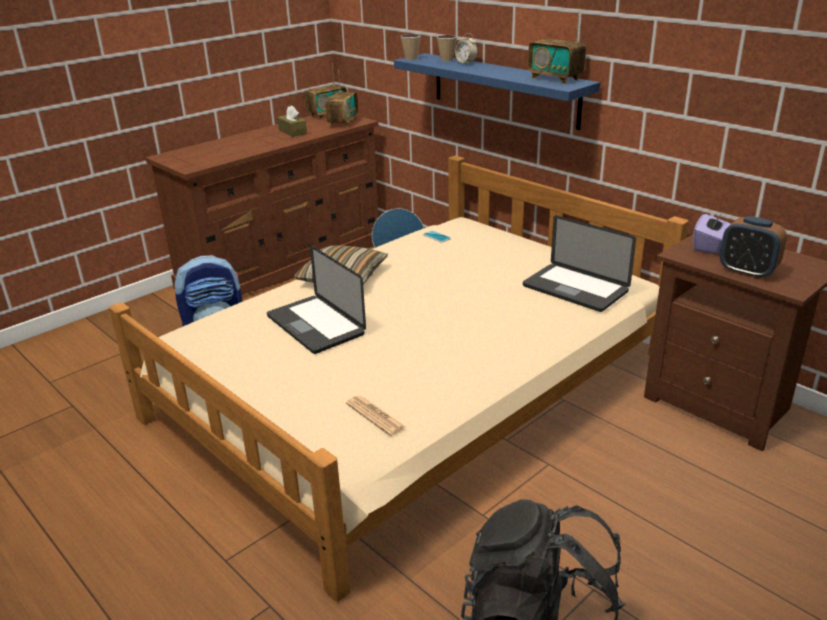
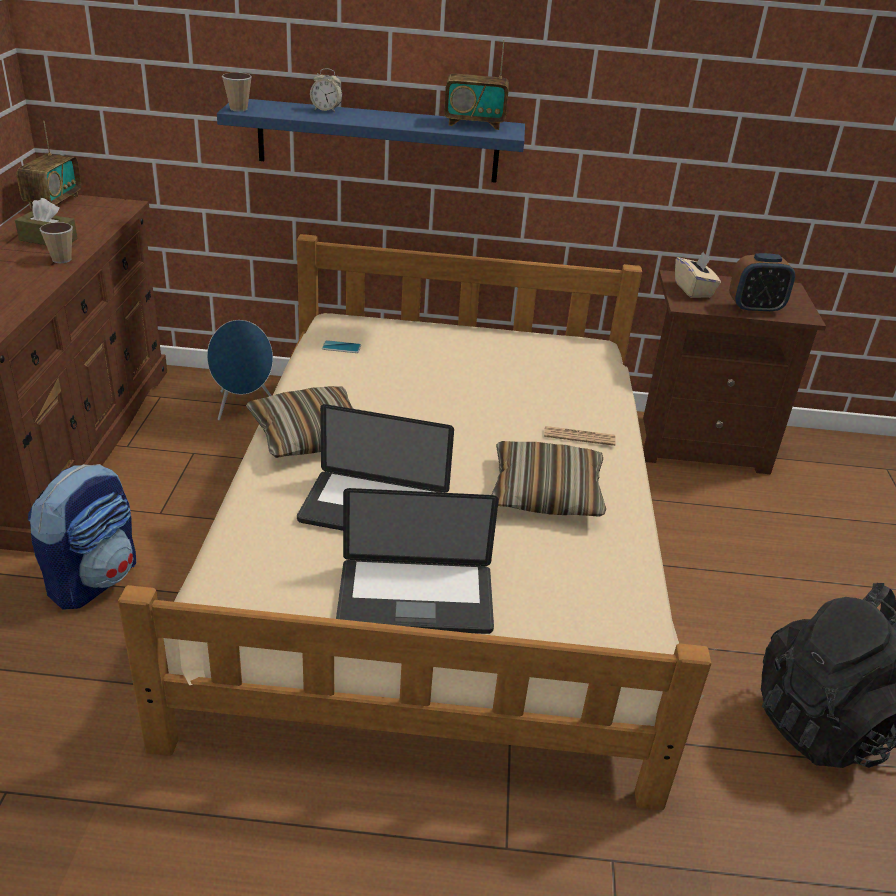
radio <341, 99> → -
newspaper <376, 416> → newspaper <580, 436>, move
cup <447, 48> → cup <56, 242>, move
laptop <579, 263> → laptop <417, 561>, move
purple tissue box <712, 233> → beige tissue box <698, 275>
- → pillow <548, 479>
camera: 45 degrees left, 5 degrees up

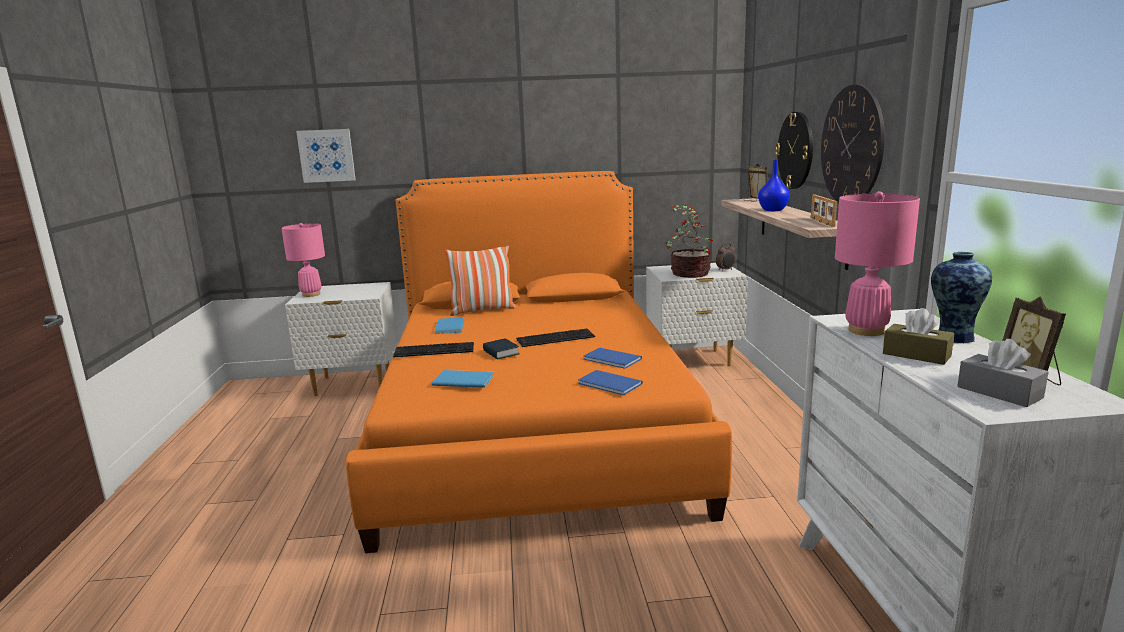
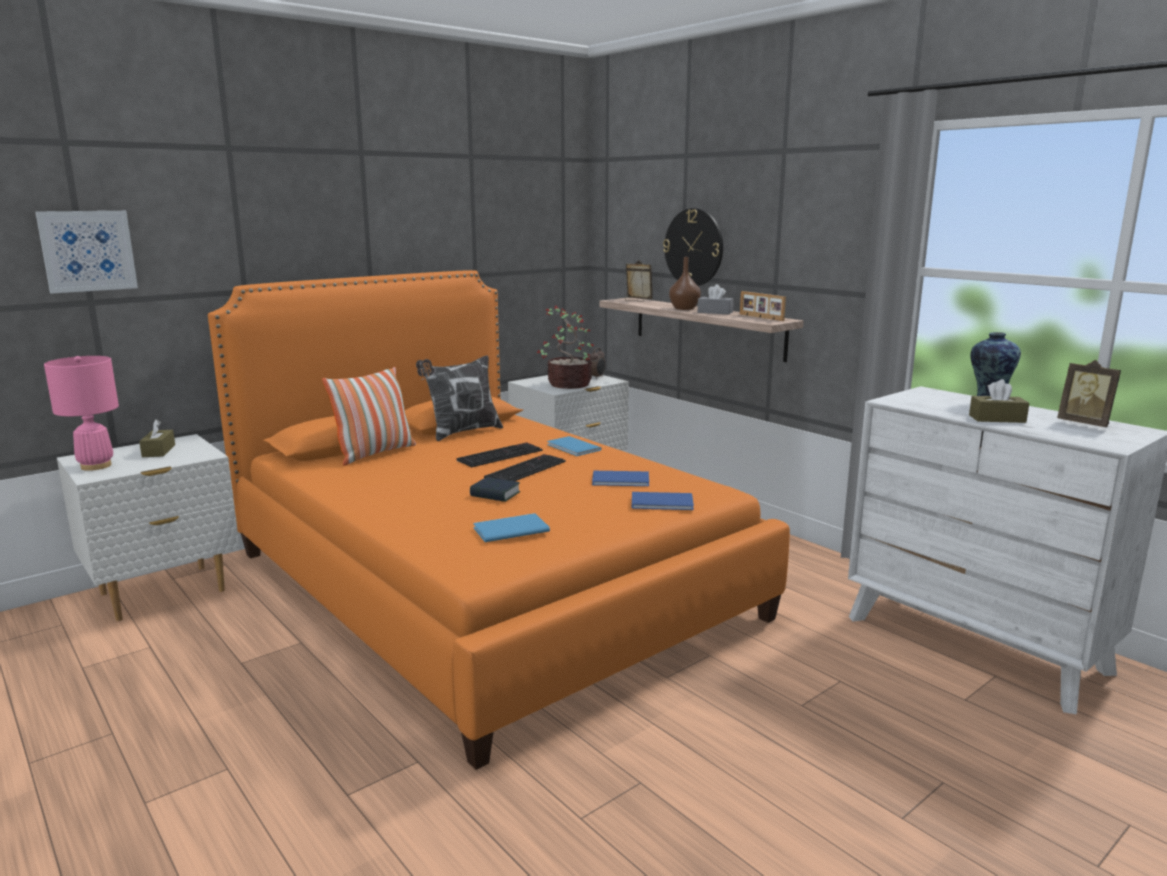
keyboard <433, 350> → keyboard <499, 454>, move
blue book <449, 325> → blue book <574, 446>, move
blue vase <774, 185> → brown vase <685, 283>
wall clock <853, 143> → -
pink table lamp <877, 263> → -
grey tissue box <1003, 373> → grey tissue box <716, 299>, move
- → brown tissue box <157, 438>
- → pillow <459, 398>
camera: 35 degrees left, 0 degrees up

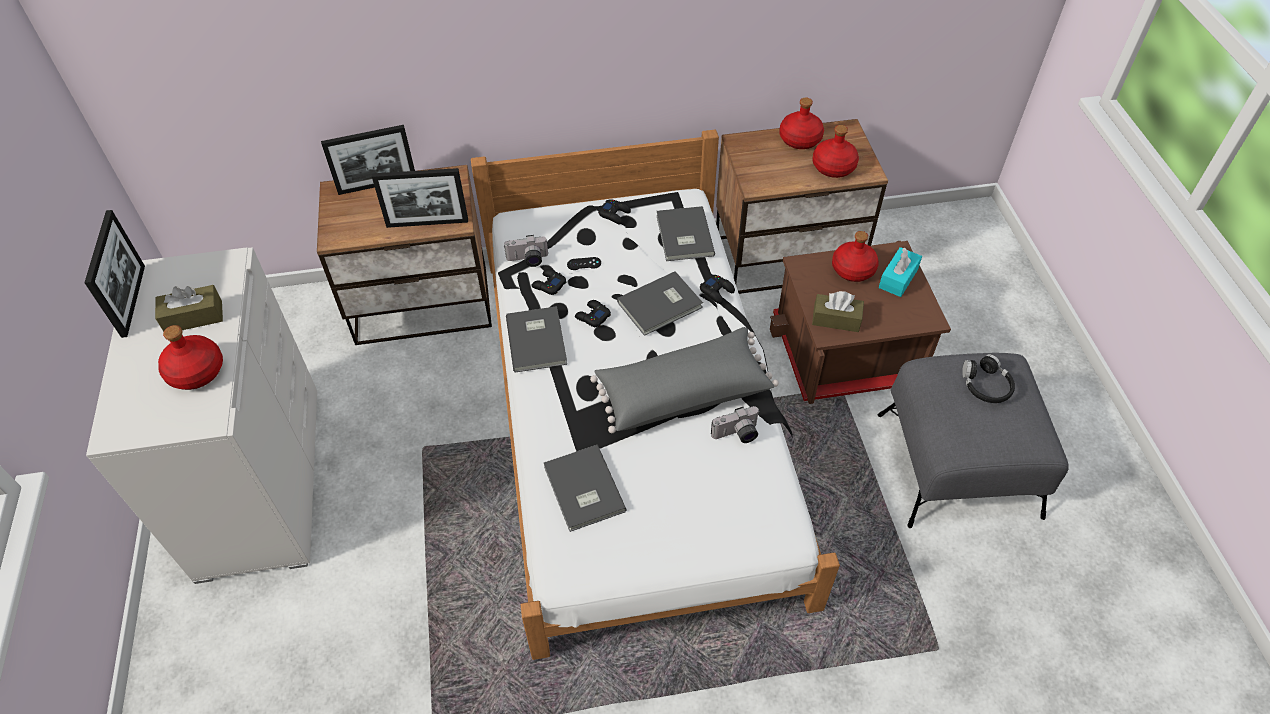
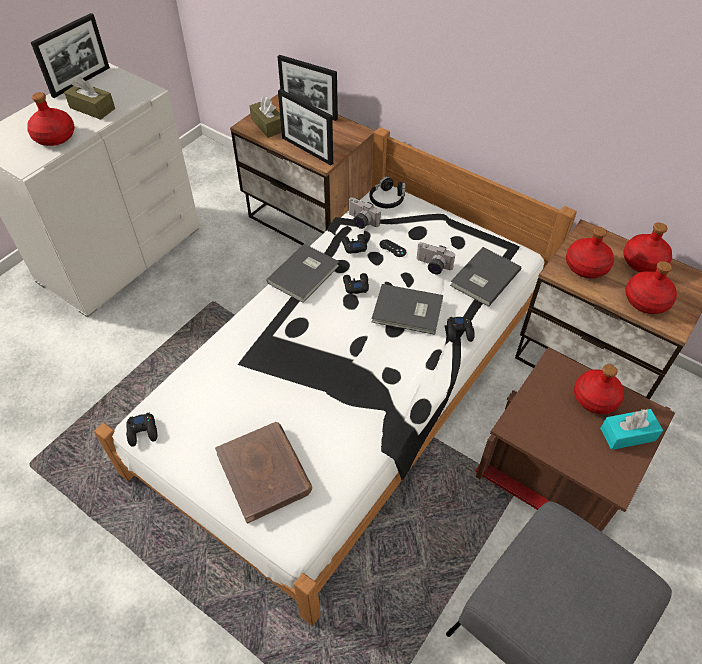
grey book <585, 488> → -
grey pillow <684, 380> → -
black game controller <614, 212> → black game controller <141, 430>, move
photo camera <735, 424> → photo camera <436, 258>, move
brown tissue box <838, 311> → brown tissue box <266, 117>, move
black headphones <988, 378> → black headphones <387, 192>, move
- → brown book <263, 473>
- → red bottle <590, 252>
camera: 45 degrees right, 0 degrees up

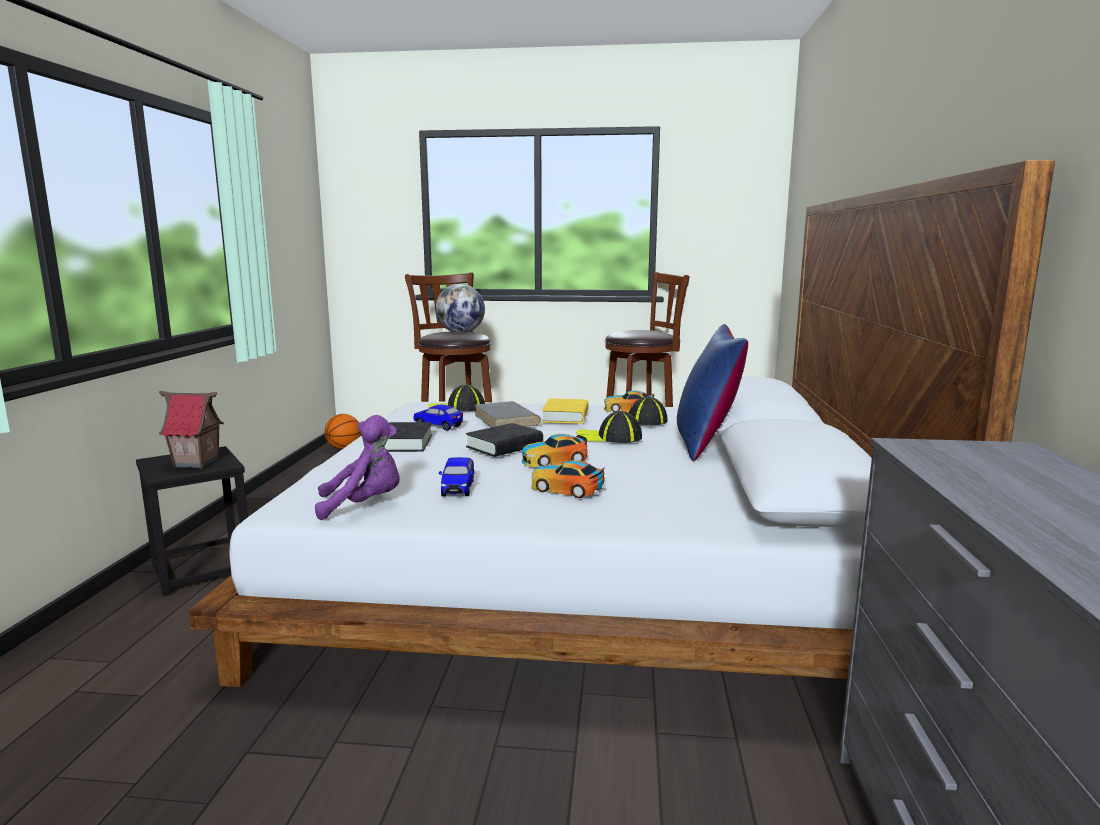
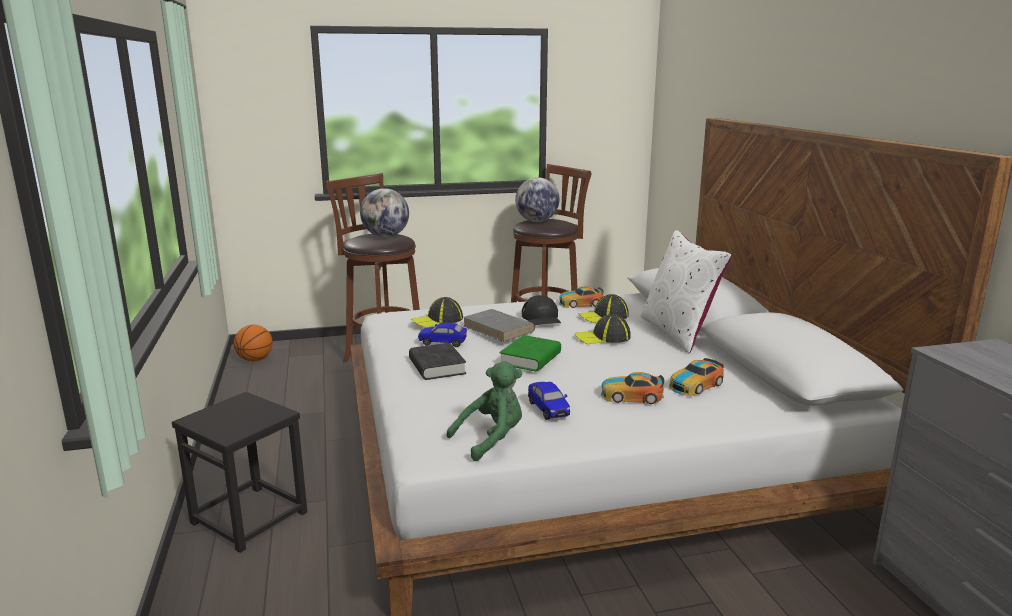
toy house <191, 429> → -
purple plush toy <357, 467> → green plush toy <484, 411>
black book <504, 440> → green book <530, 353>
toy car <555, 450> → toy car <696, 377>, move
yellow book <565, 411> → black cap <541, 310>
blue pillow <712, 392> → white pillow <686, 291>
- → globe <537, 199>
camera: 20 degrees left, 5 degrees up

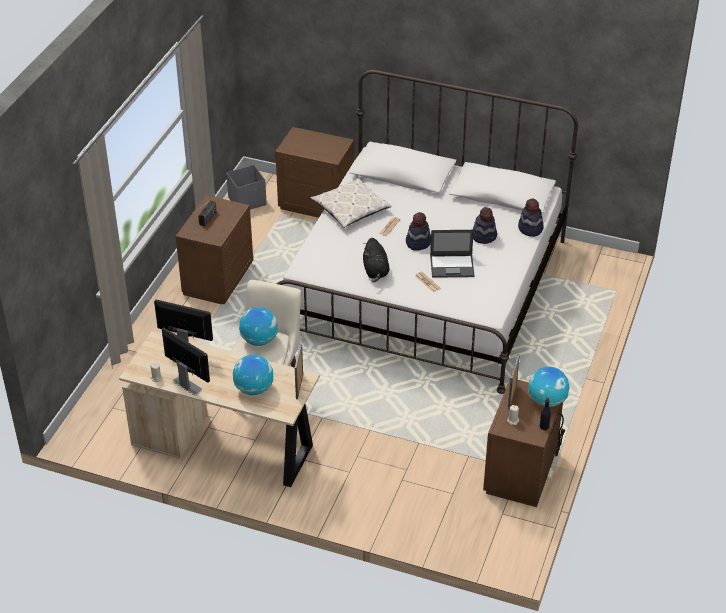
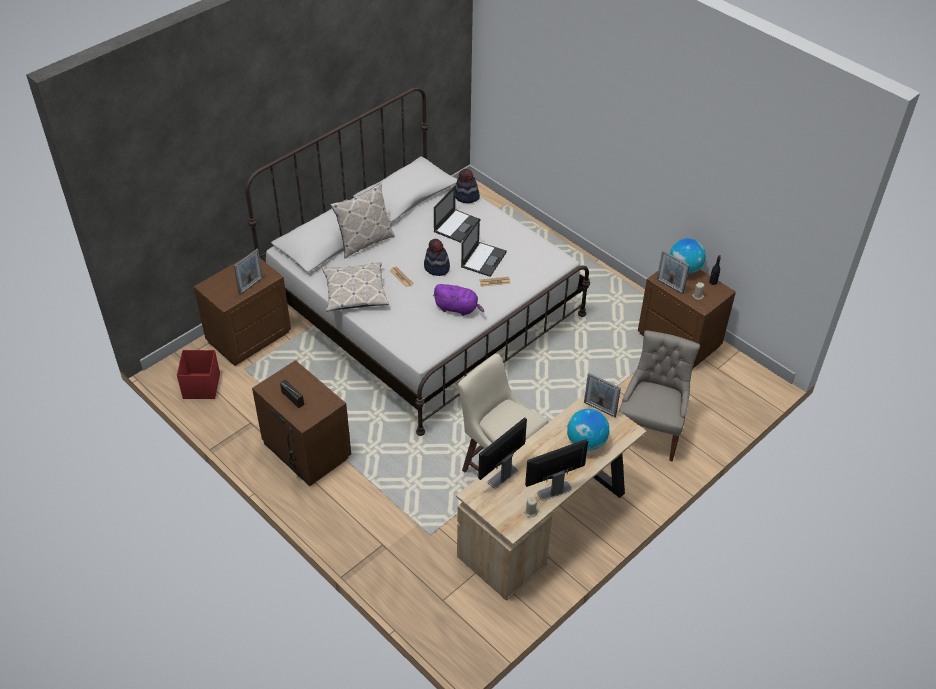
grey storage box <246, 187> → red storage box <198, 374>
globe <258, 326> → -
black plush toy <376, 260> → purple plush toy <458, 300>
hat <485, 225> → laptop <457, 214>
- → picture frame <248, 272>
- → pillow <362, 221>
- → grey chair <659, 396>
camera: 65 degrees left, 5 degrees up

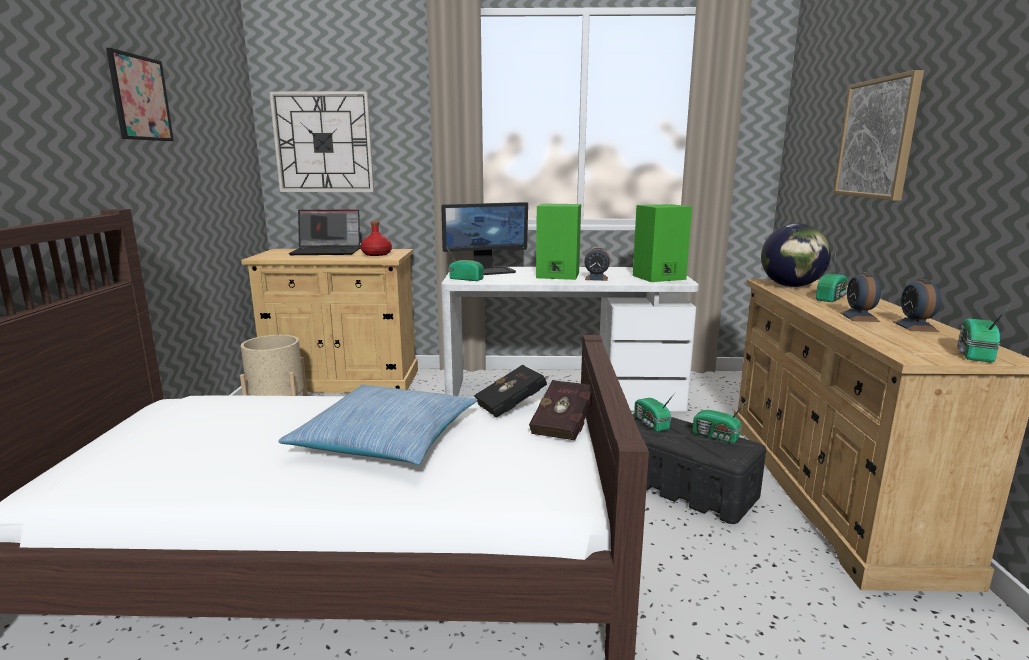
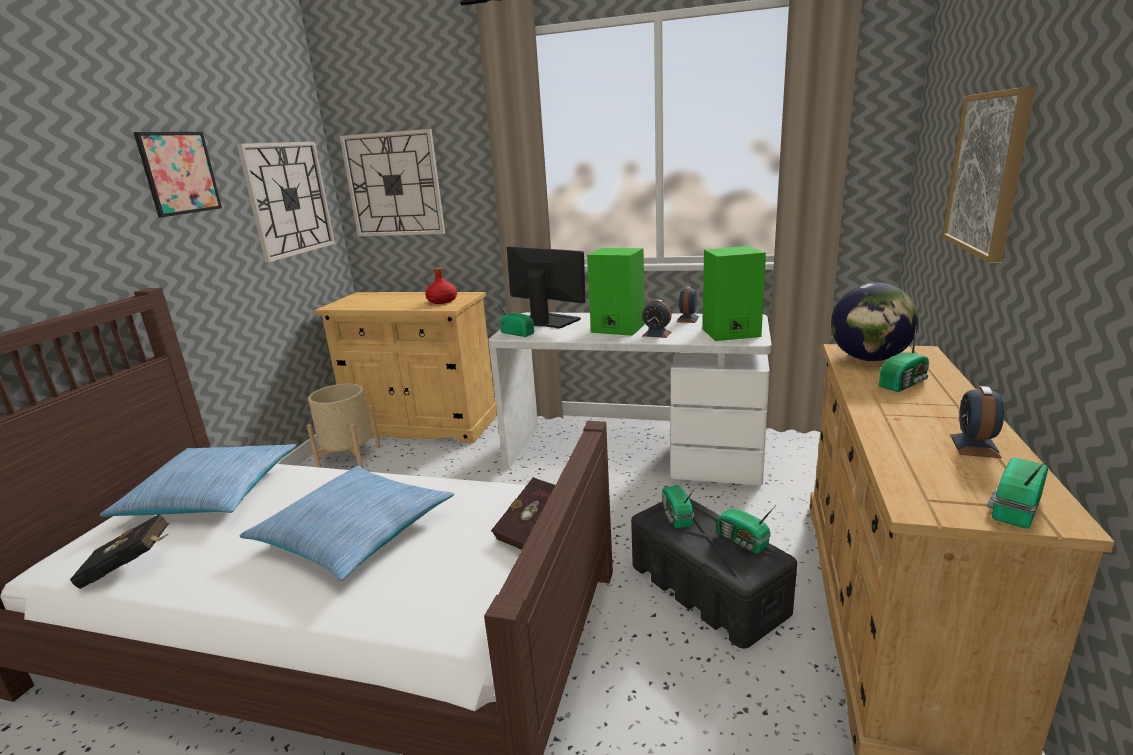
laptop <324, 232> → -
monitor <484, 238> → monitor <546, 287>, 135 degrees counterclockwise
black book <512, 391> → black book <119, 551>, move
alarm clock <860, 297> → alarm clock <688, 304>, move
- → pillow <198, 480>
- → wall clock <286, 201>
camera: 15 degrees right, 5 degrees up

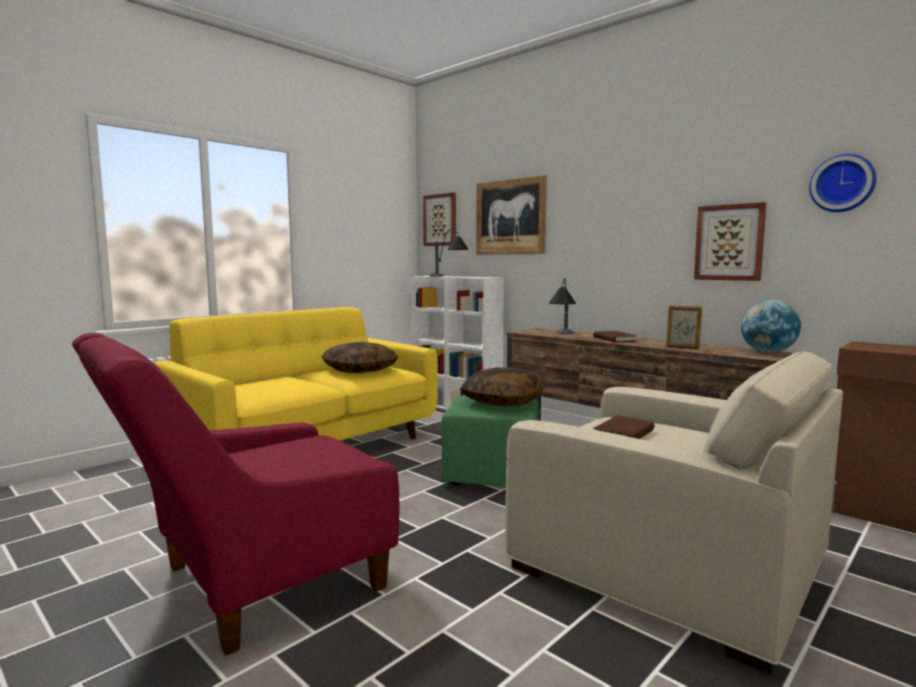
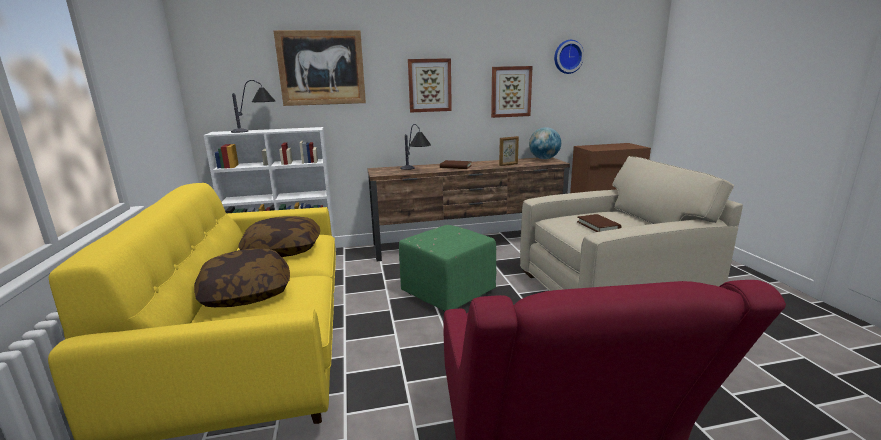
picture <439, 219> → picture <430, 85>, move
pillow <503, 386> → pillow <242, 278>, move
camera: 55 degrees left, 10 degrees up

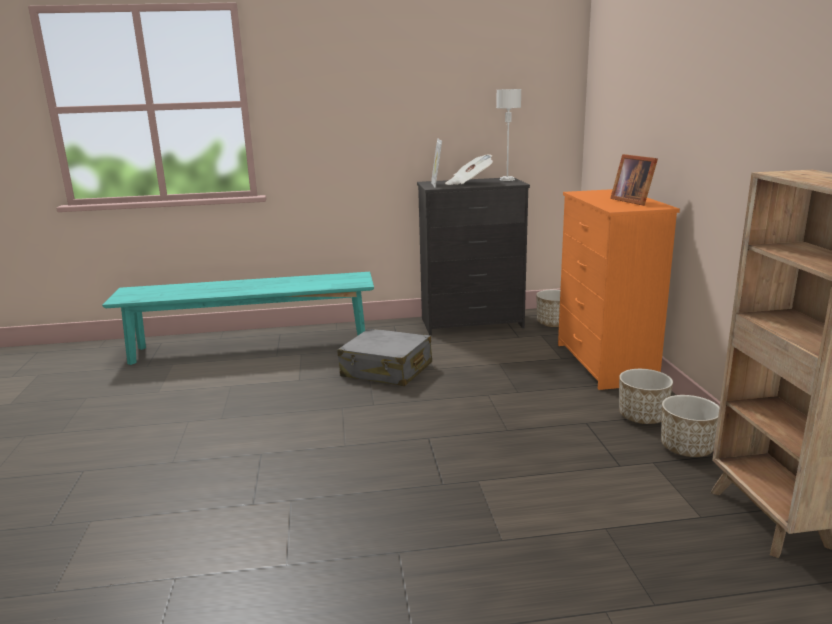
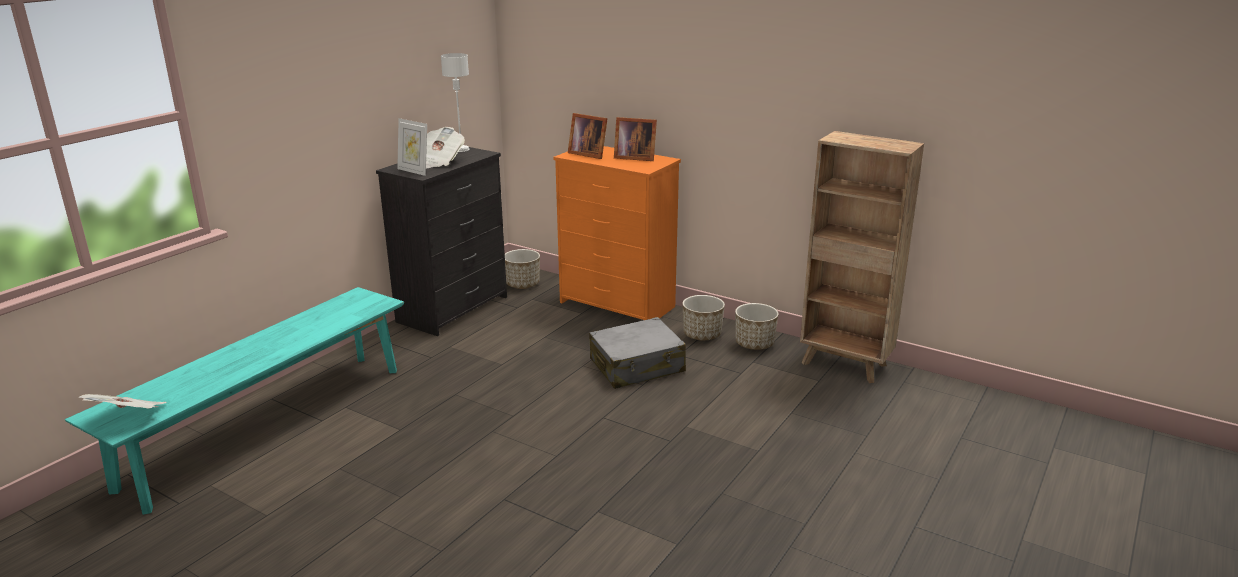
grey suitcase <384, 357> → grey suitcase <637, 353>, move
- → newspaper <122, 401>
- → picture frame <588, 136>
camera: 50 degrees left, 5 degrees up

